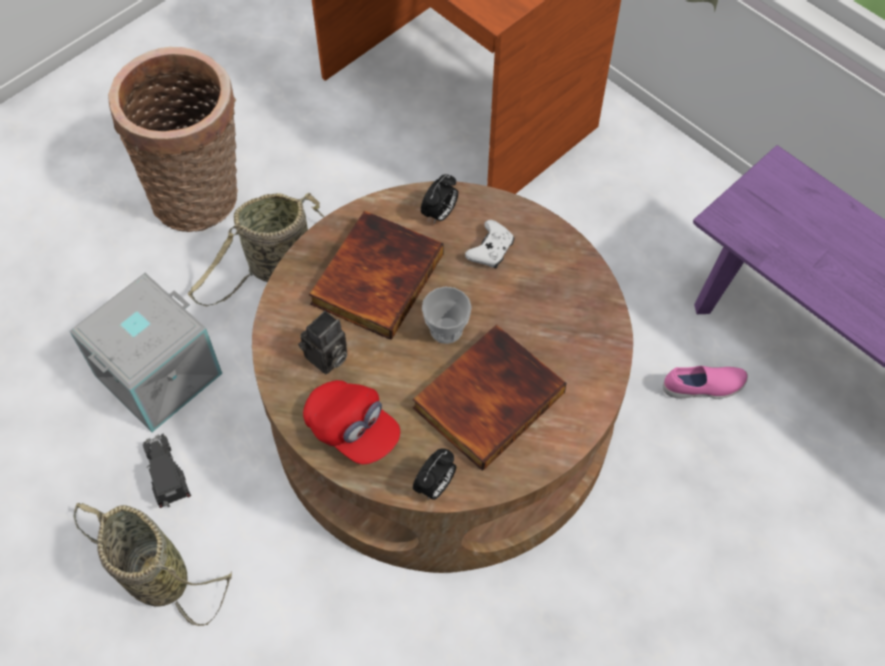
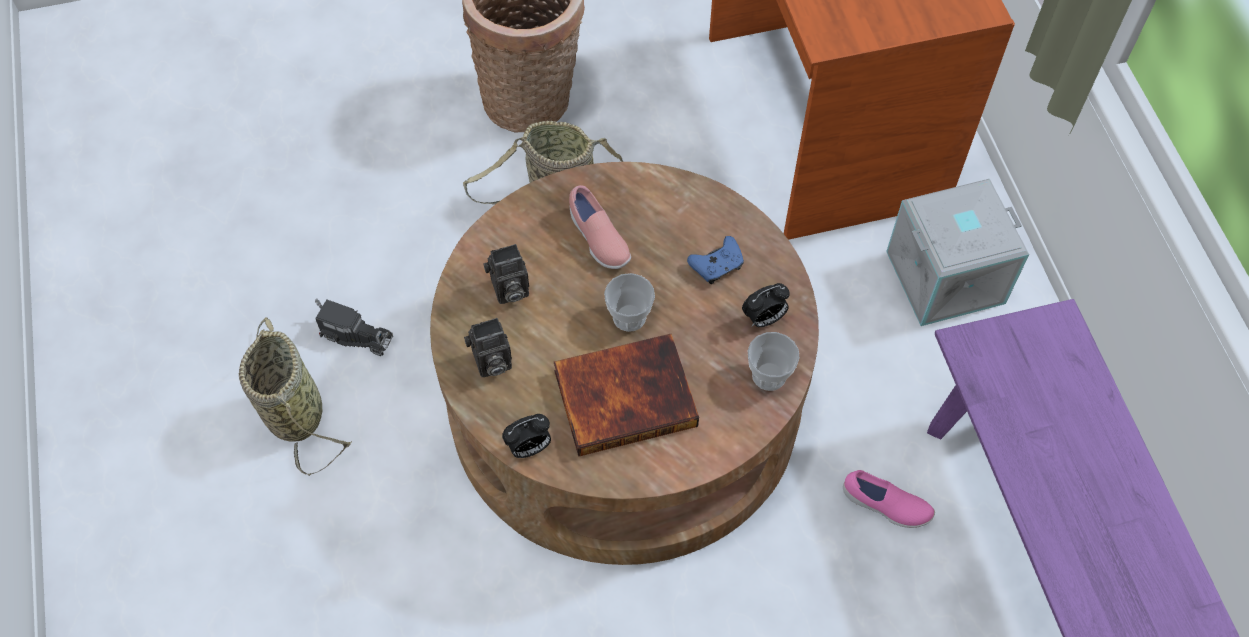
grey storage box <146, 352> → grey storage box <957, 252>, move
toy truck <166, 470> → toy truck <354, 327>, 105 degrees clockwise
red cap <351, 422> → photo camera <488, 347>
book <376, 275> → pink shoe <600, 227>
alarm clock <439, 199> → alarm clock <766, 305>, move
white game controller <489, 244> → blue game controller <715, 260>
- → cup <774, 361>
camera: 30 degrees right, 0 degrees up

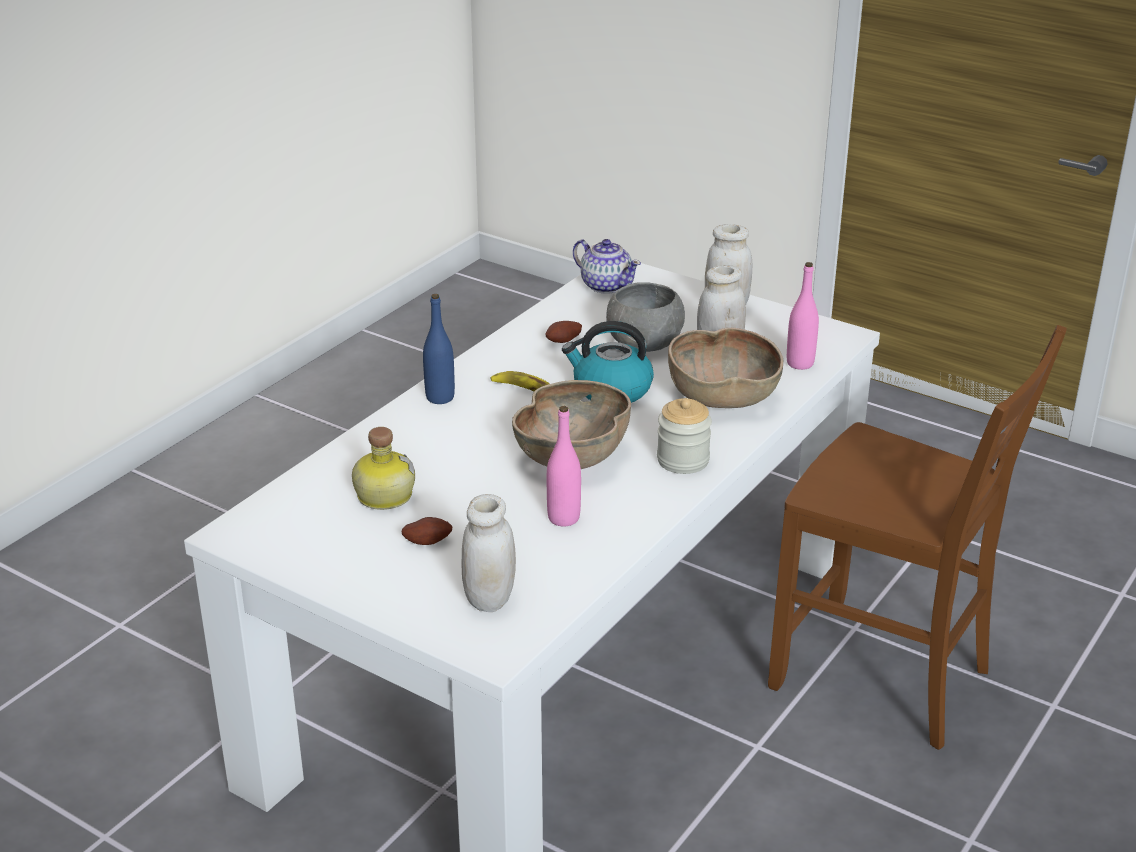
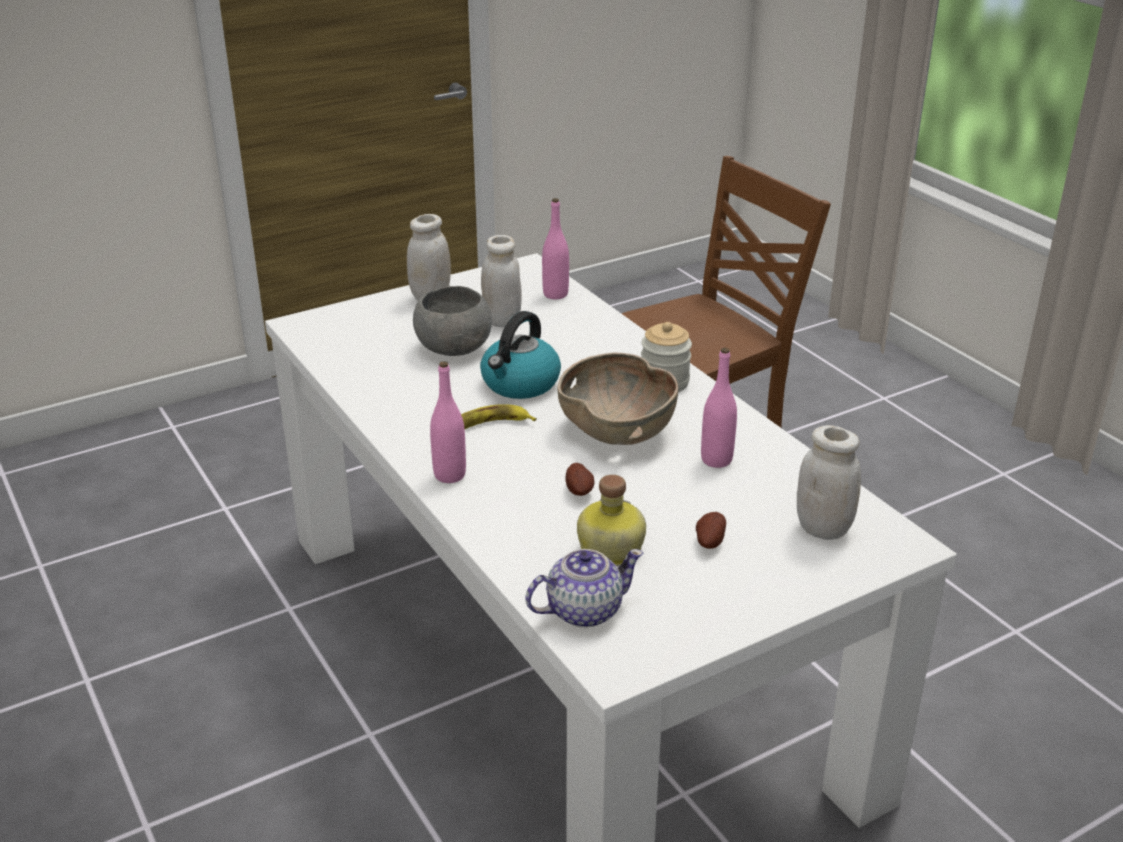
blue bottle <439, 349> → pink bottle <448, 422>
potato <563, 332> → potato <580, 479>, move
teapot <607, 266> → teapot <584, 588>, move
brown bowl <725, 368> → -
camera: 65 degrees left, 0 degrees up

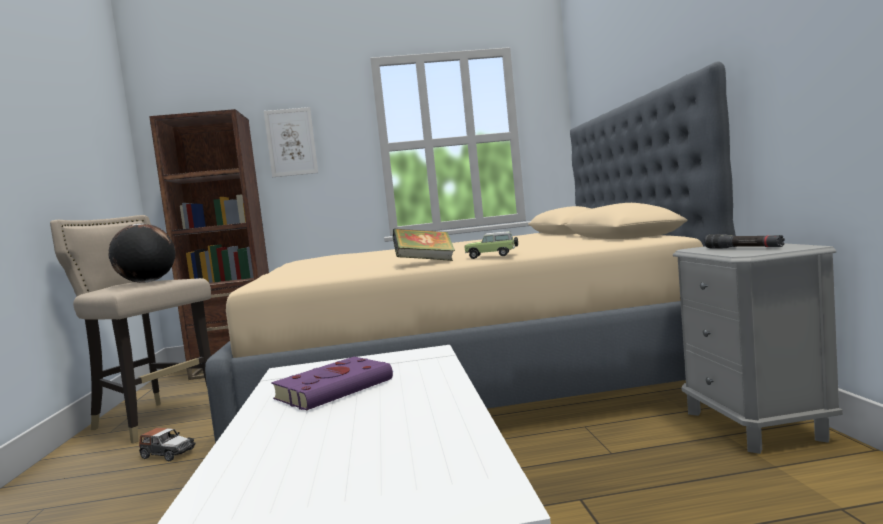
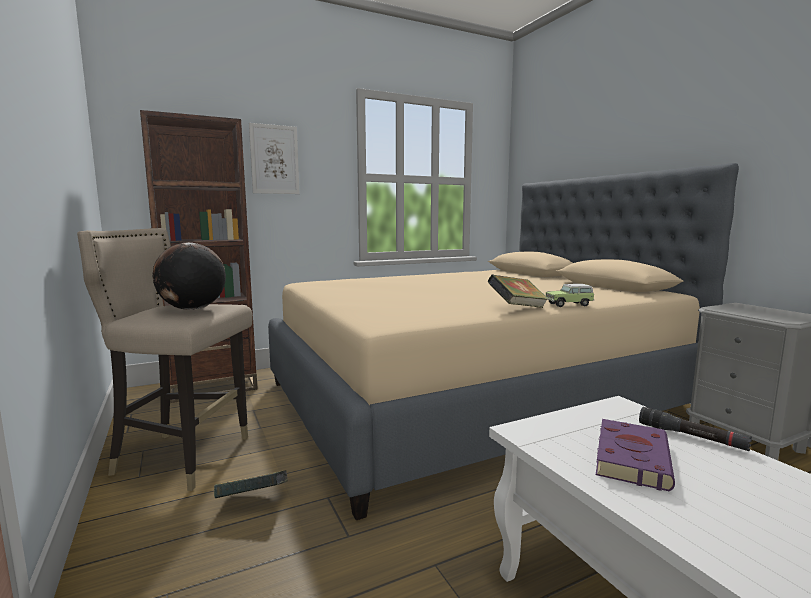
toy car <167, 445> → book <251, 484>
black flashlight <744, 241> → black flashlight <695, 429>, move
camera: 20 degrees left, 5 degrees up

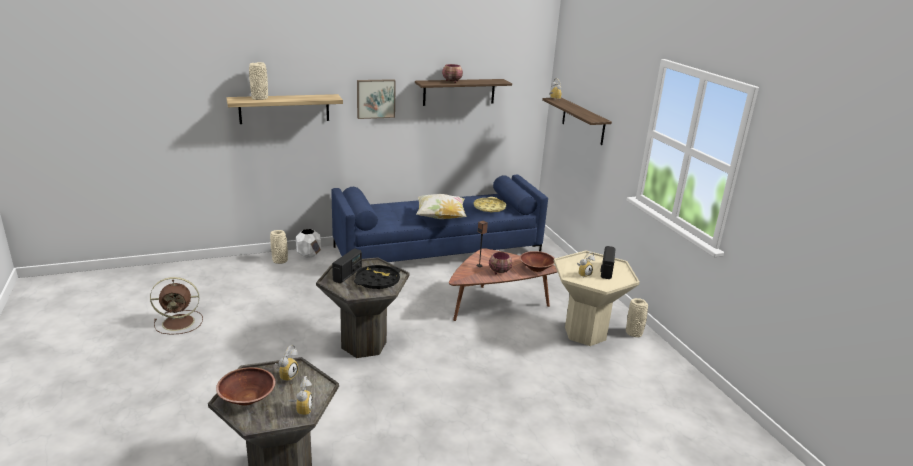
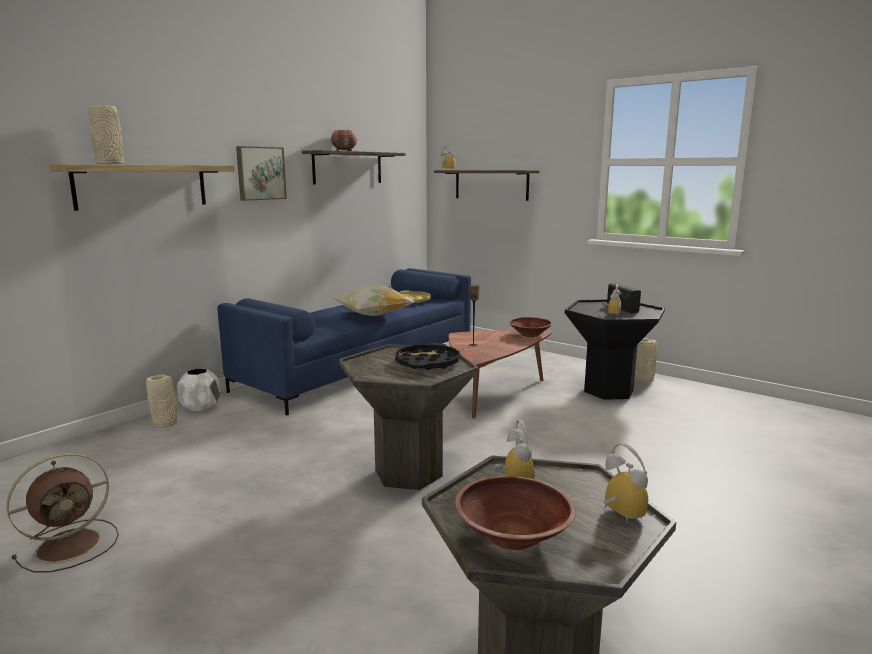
radio <347, 266> → -
bowl <500, 263> → -
beige side table <597, 298> → black side table <615, 350>
camera: 30 degrees left, 10 degrees down

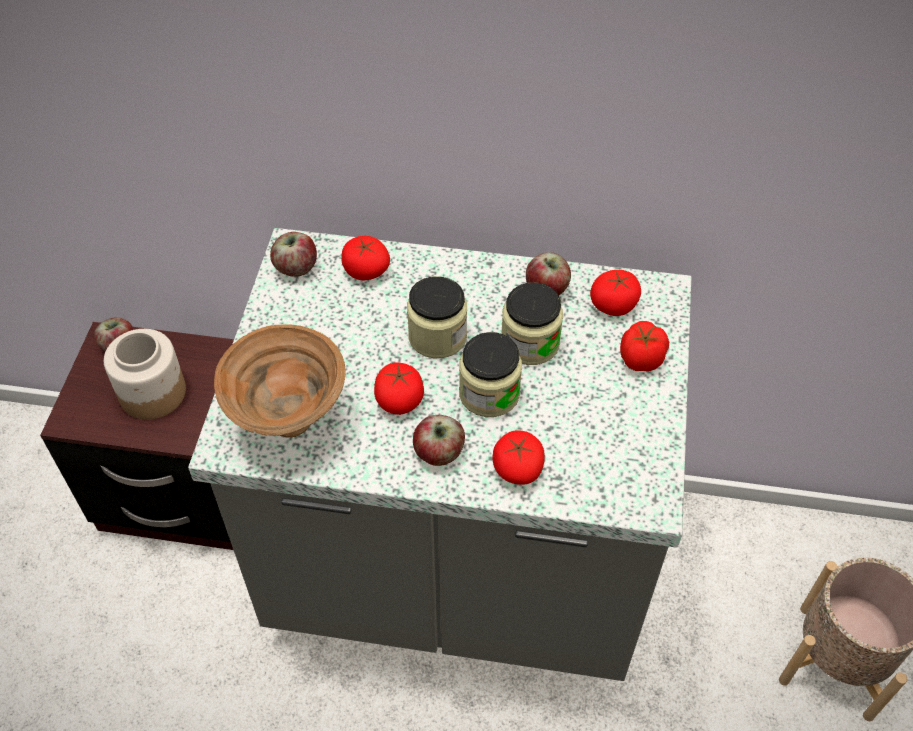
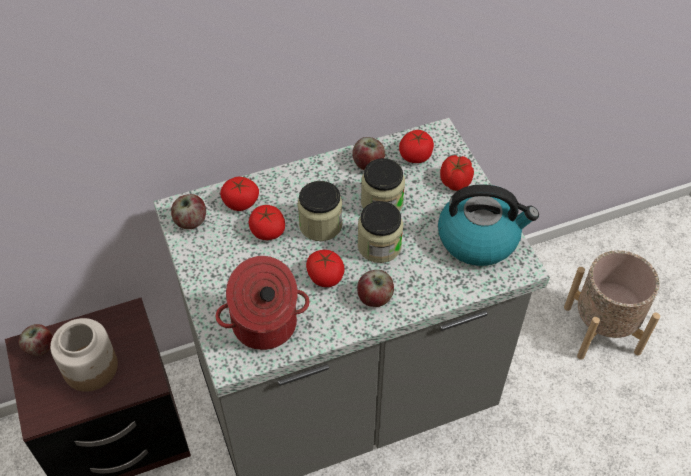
brown bowl <279, 381> → cooking pot <262, 303>
tomato <518, 457> → tomato <267, 222>, move
- → kettle <488, 225>
camera: 30 degrees left, 0 degrees up

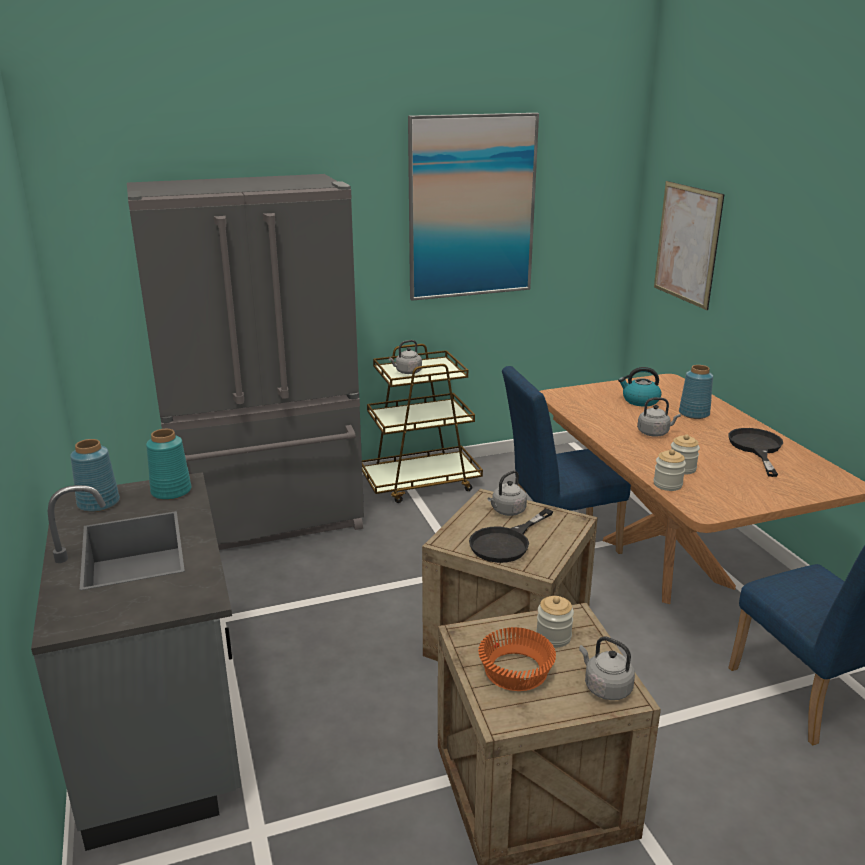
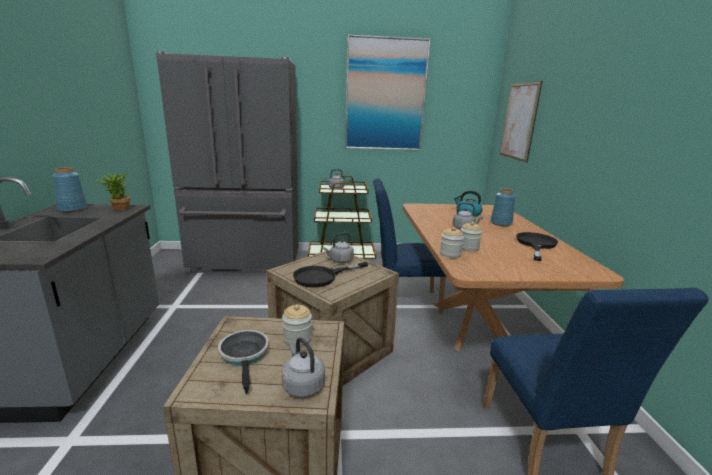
turquoise vase <168, 464> → potted plant <112, 191>
orange bowl <517, 659> → frying pan <243, 362>
camera: 15 degrees right, 5 degrees down

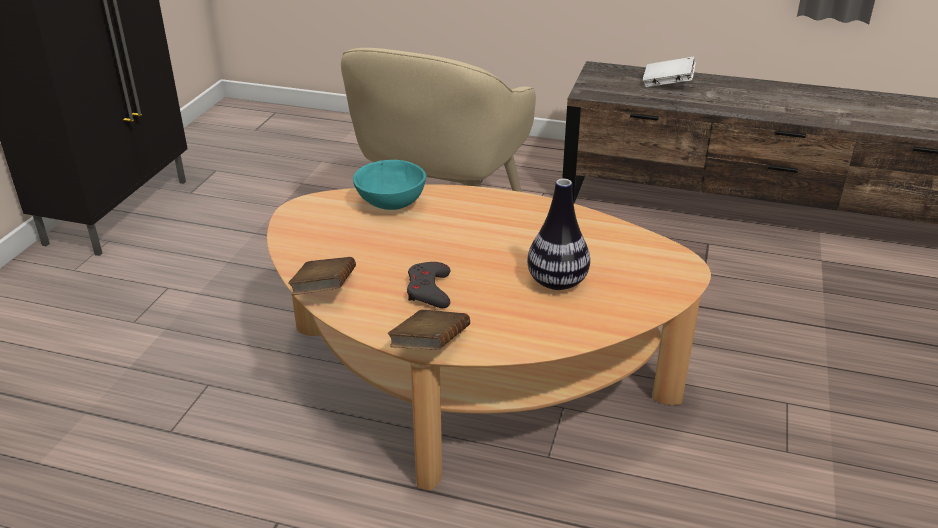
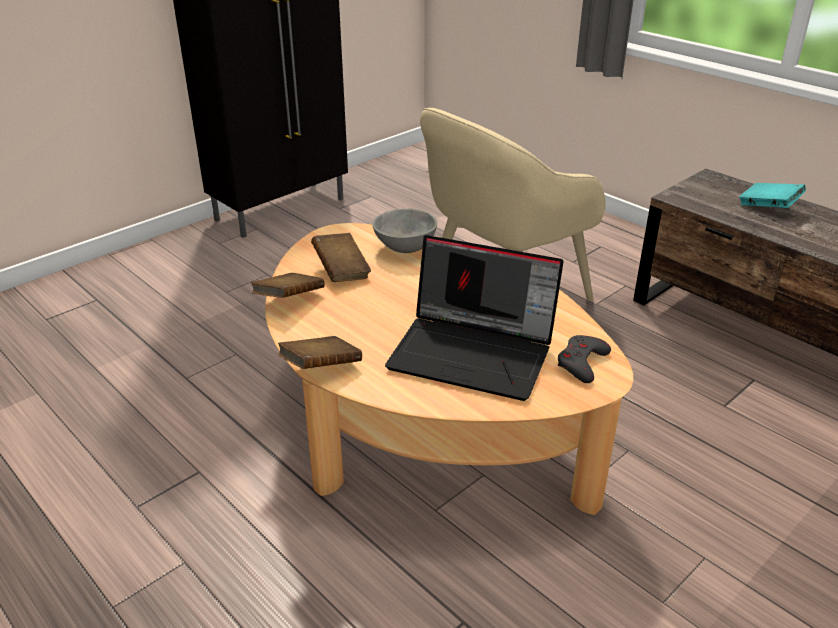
turquoise bowl <389, 185> → grey bowl <404, 230>
grey game controller <428, 285> → grey game controller <584, 359>, move
vase <558, 234> → laptop <474, 318>
white book <669, 72> → turquoise book <772, 195>
- → brown book <341, 257>
camera: 30 degrees right, 0 degrees up

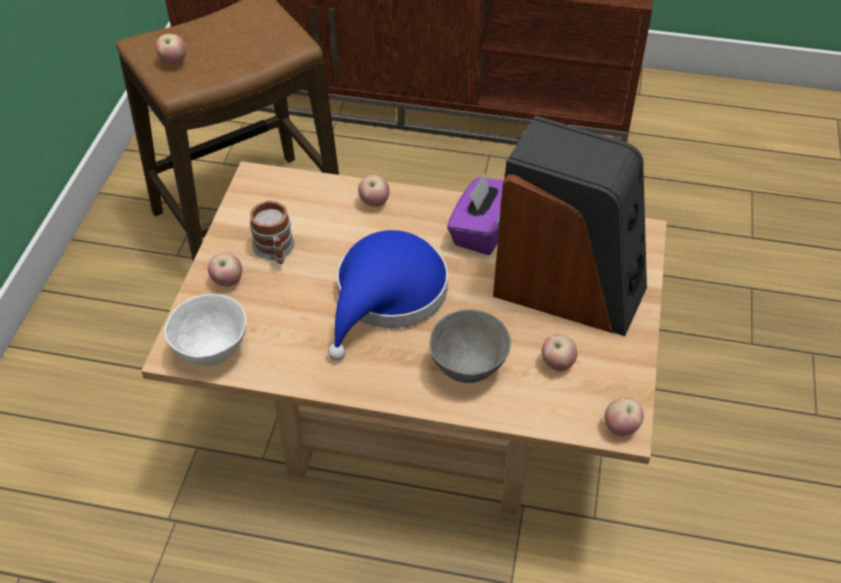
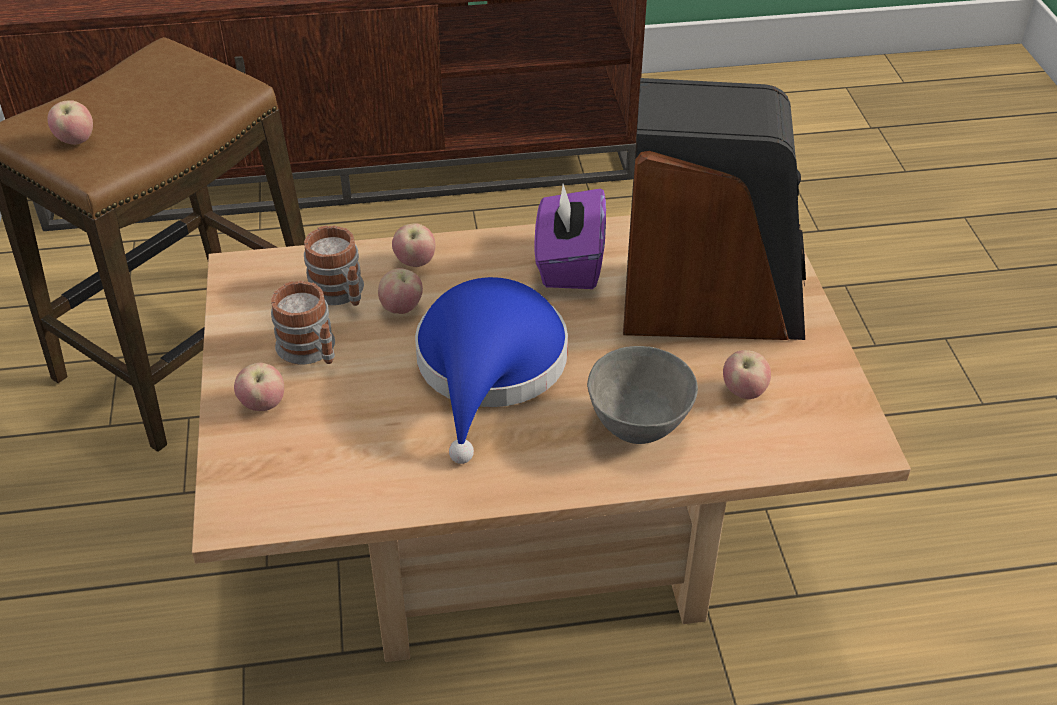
white bowl <205, 330> → -
apple <624, 416> → apple <400, 291>, move
- → mug <334, 265>
camera: 20 degrees left, 5 degrees down

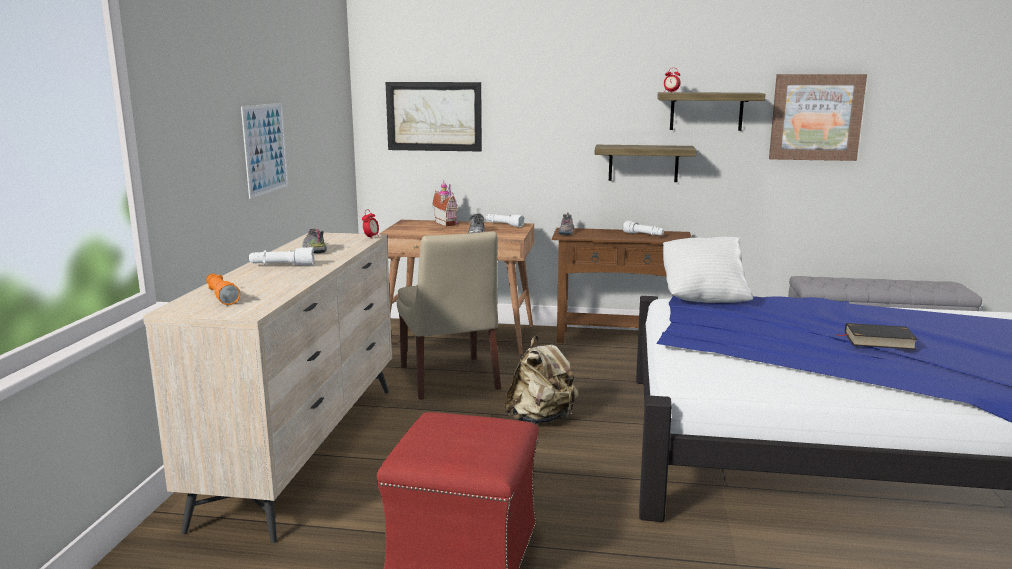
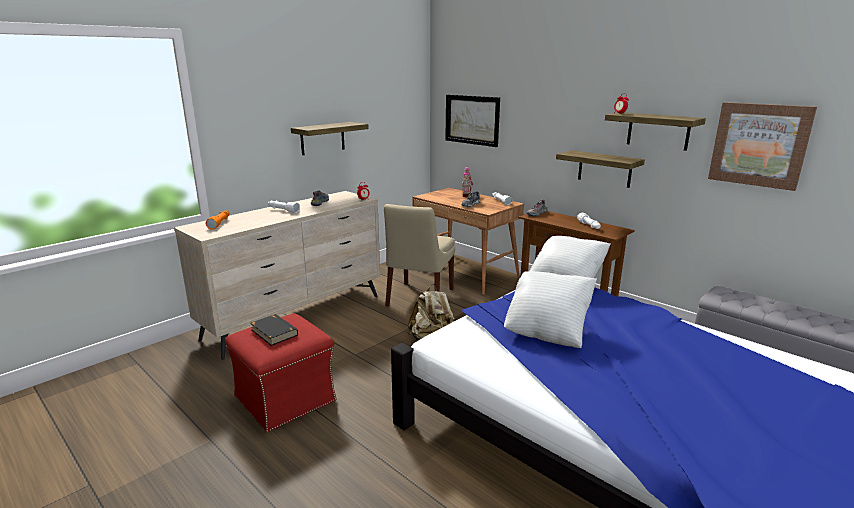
picture <264, 151> → shelf <330, 138>
black book <877, 336> → black book <274, 330>, move
- → white pillow <550, 309>
camera: 35 degrees right, 5 degrees up

